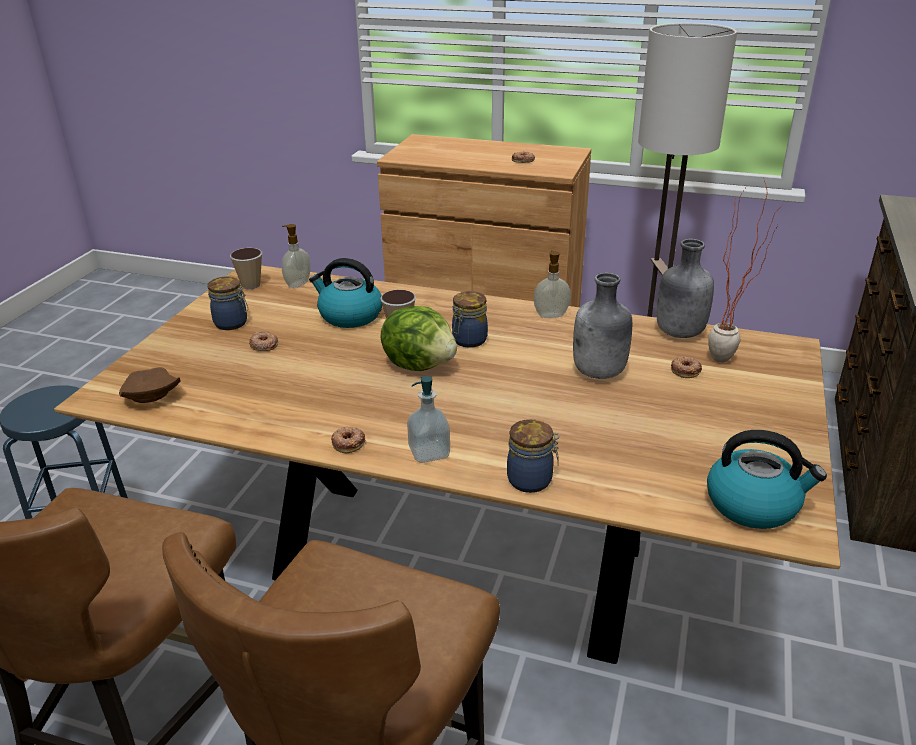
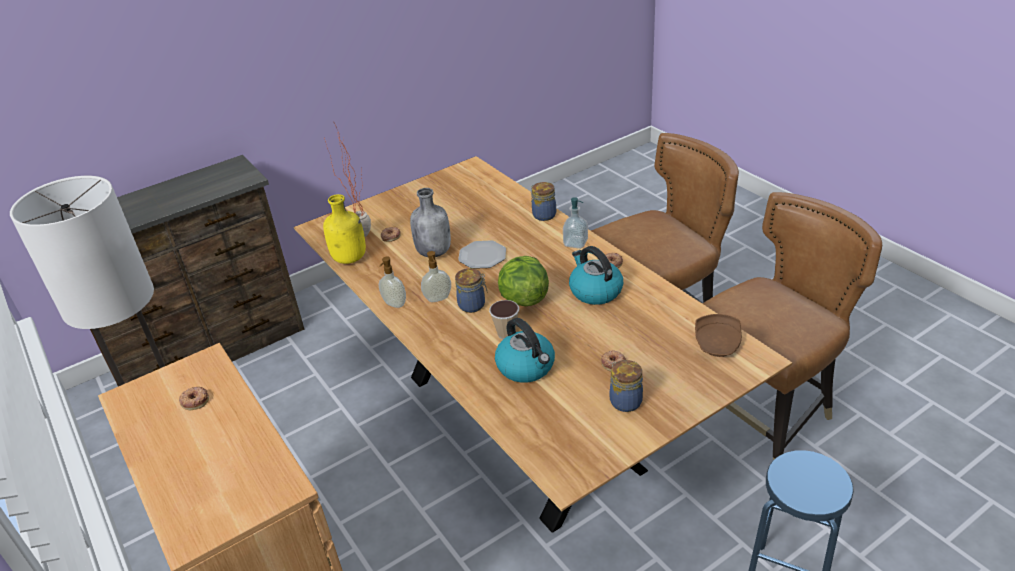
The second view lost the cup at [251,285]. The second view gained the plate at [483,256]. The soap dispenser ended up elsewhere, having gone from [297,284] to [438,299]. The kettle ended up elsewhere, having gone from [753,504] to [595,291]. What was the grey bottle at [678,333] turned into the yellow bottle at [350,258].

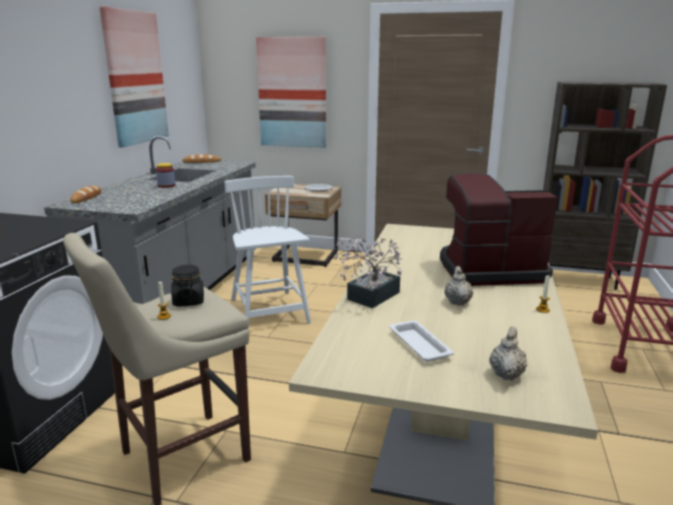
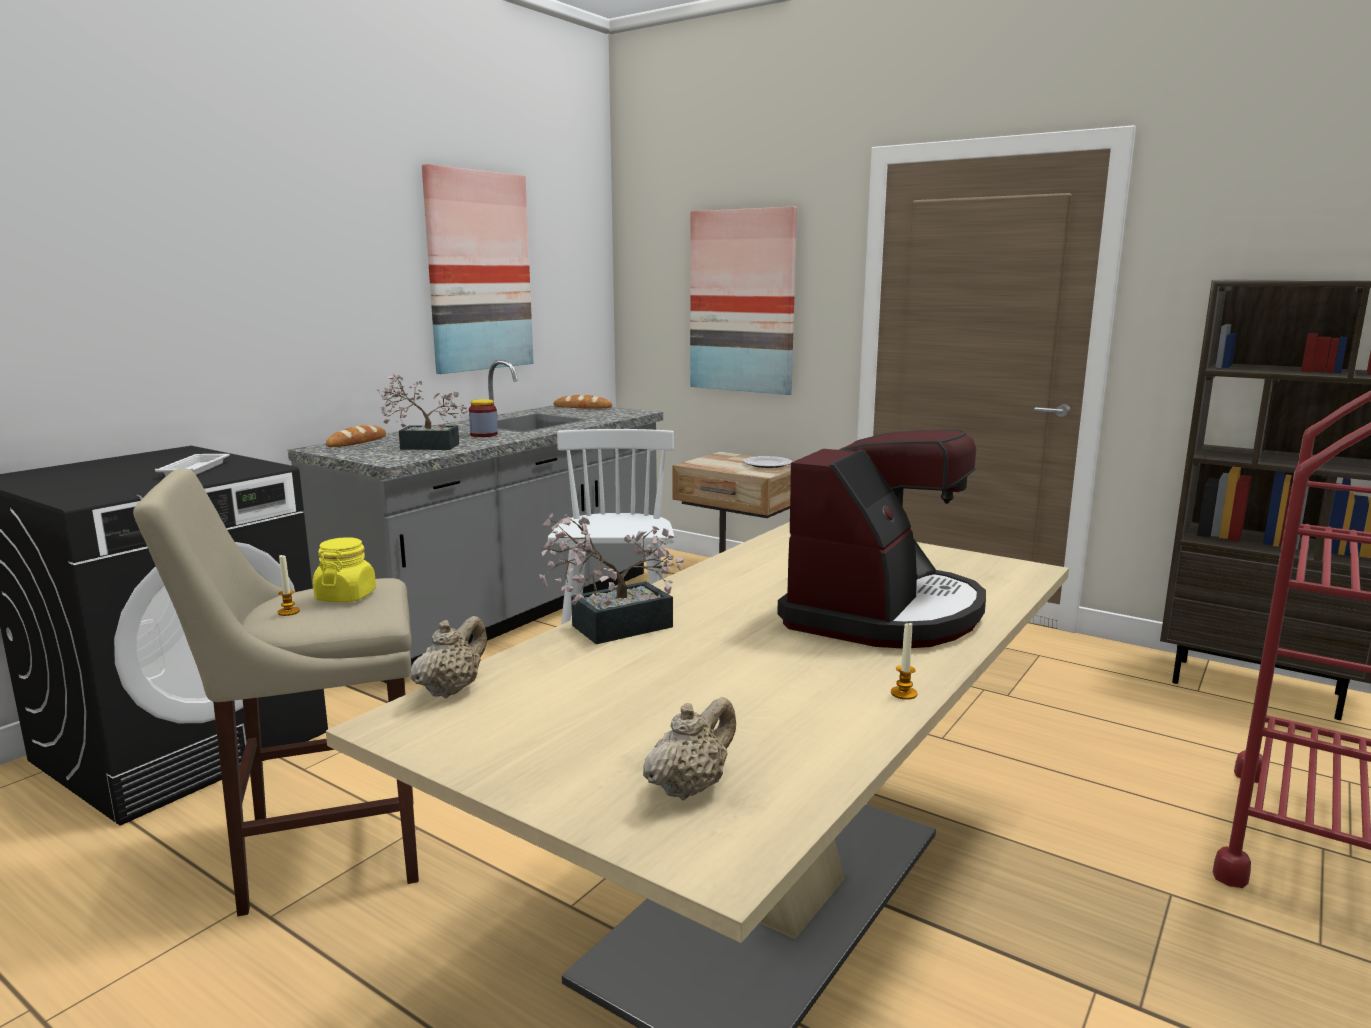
The second view gained the potted plant at [423,446]. The white tray ended up elsewhere, having gone from [418,344] to [196,469]. The beige teapot ended up elsewhere, having gone from [457,302] to [451,690]. What was the black jar at [188,301] turned into the yellow jar at [346,596]. The coffee machine at [488,270] ended up facing another way, 105 degrees clockwise from before.

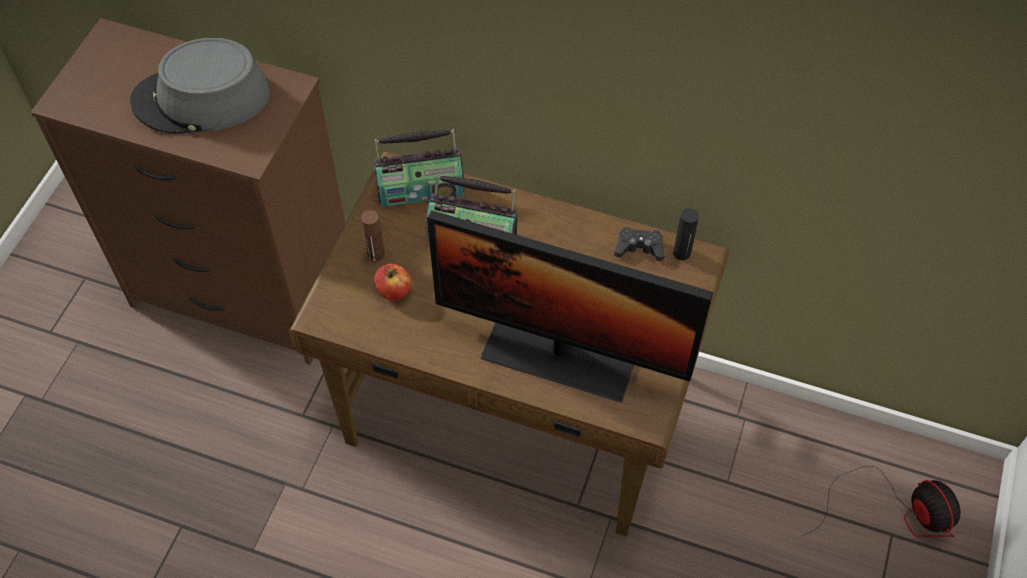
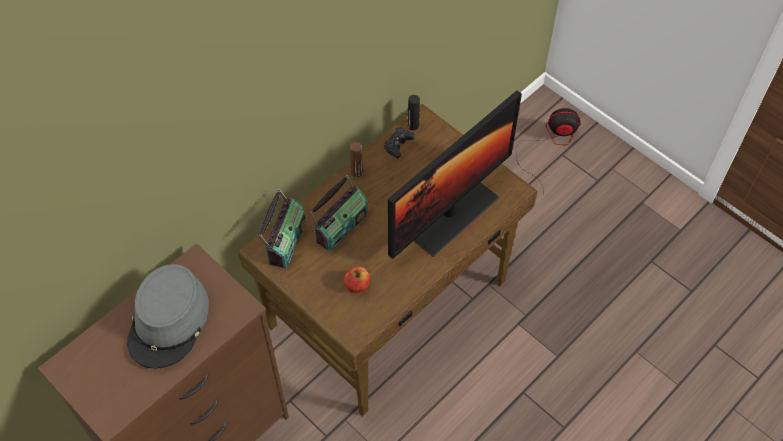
The brown bottle ended up elsewhere, having gone from [376,254] to [356,172].

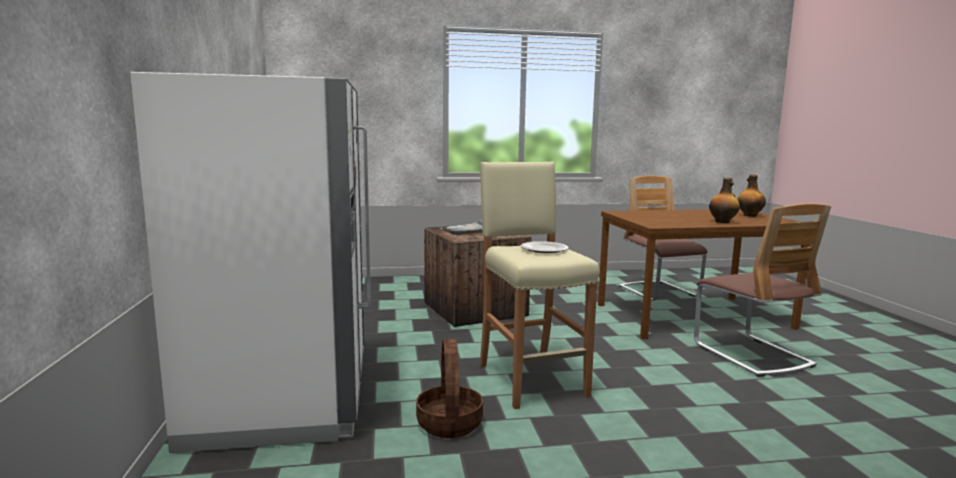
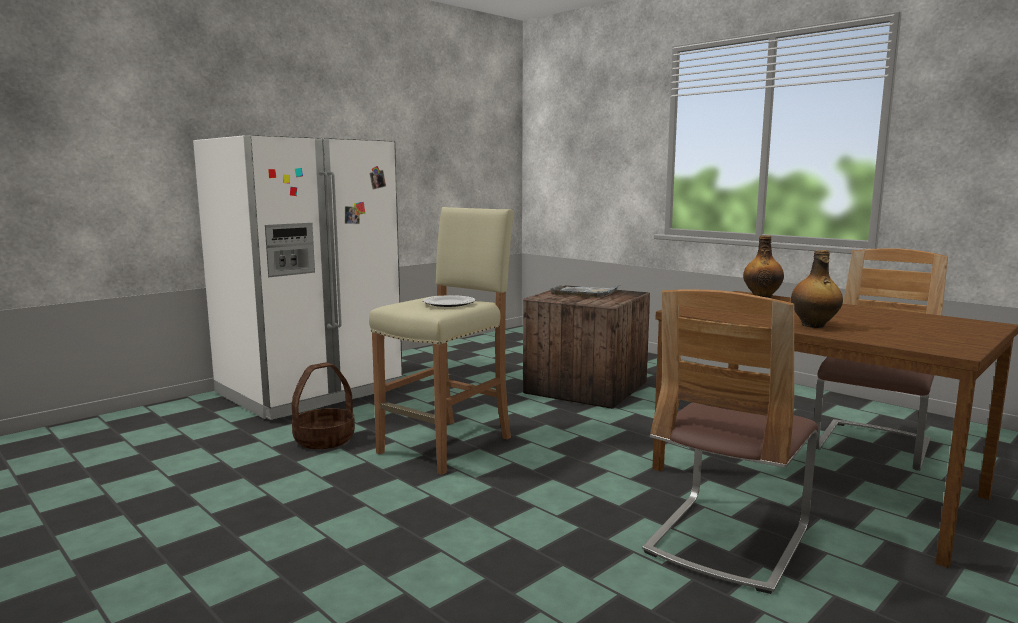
The bottle ended up elsewhere, having gone from [749,215] to [762,297].

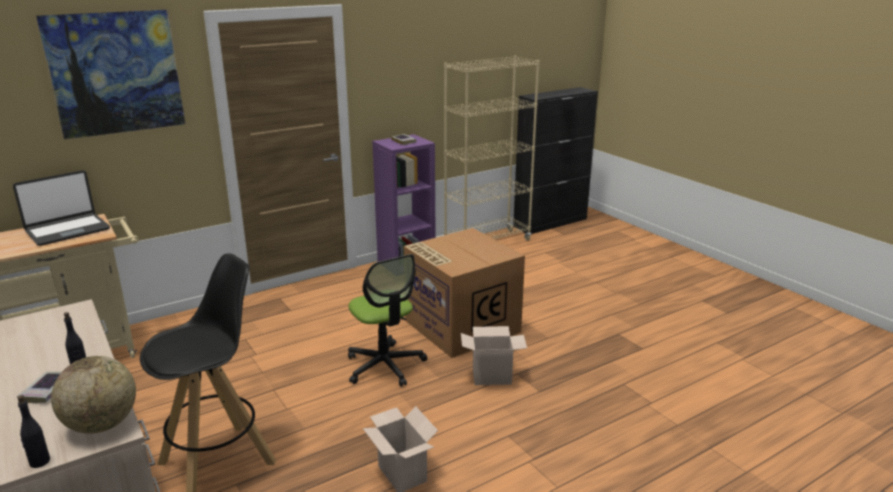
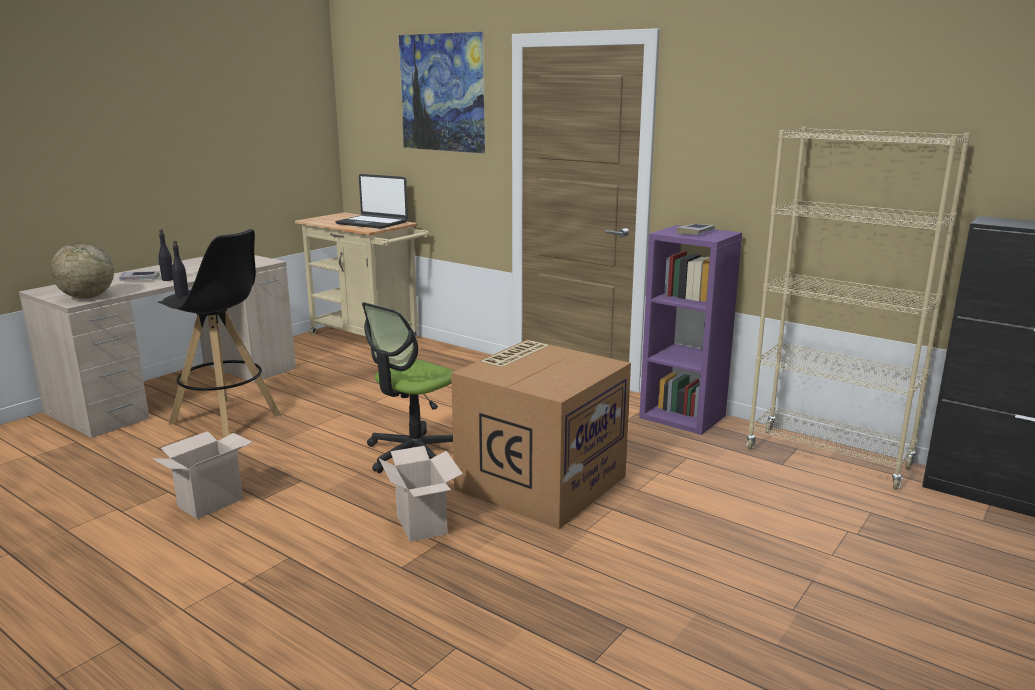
The black bottle ended up elsewhere, having gone from [39,462] to [182,294].

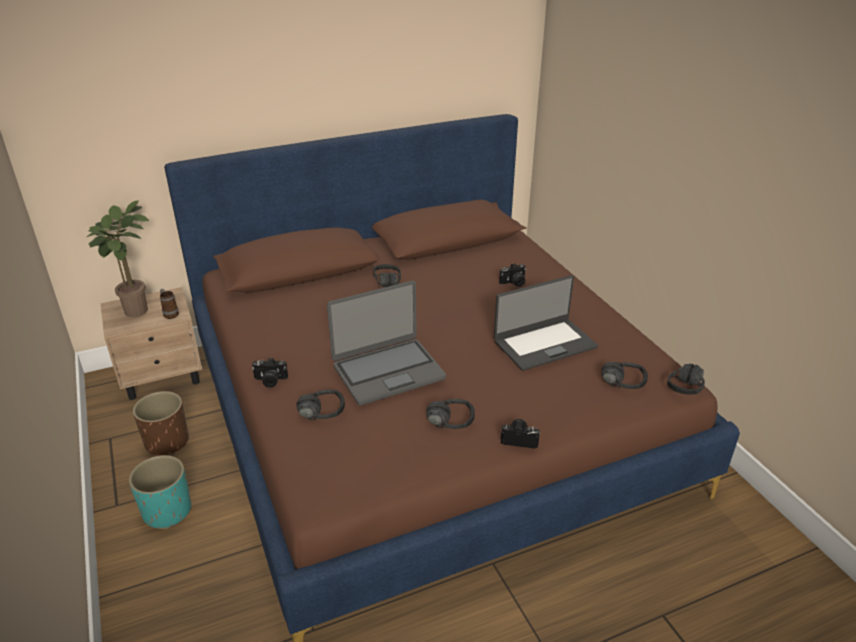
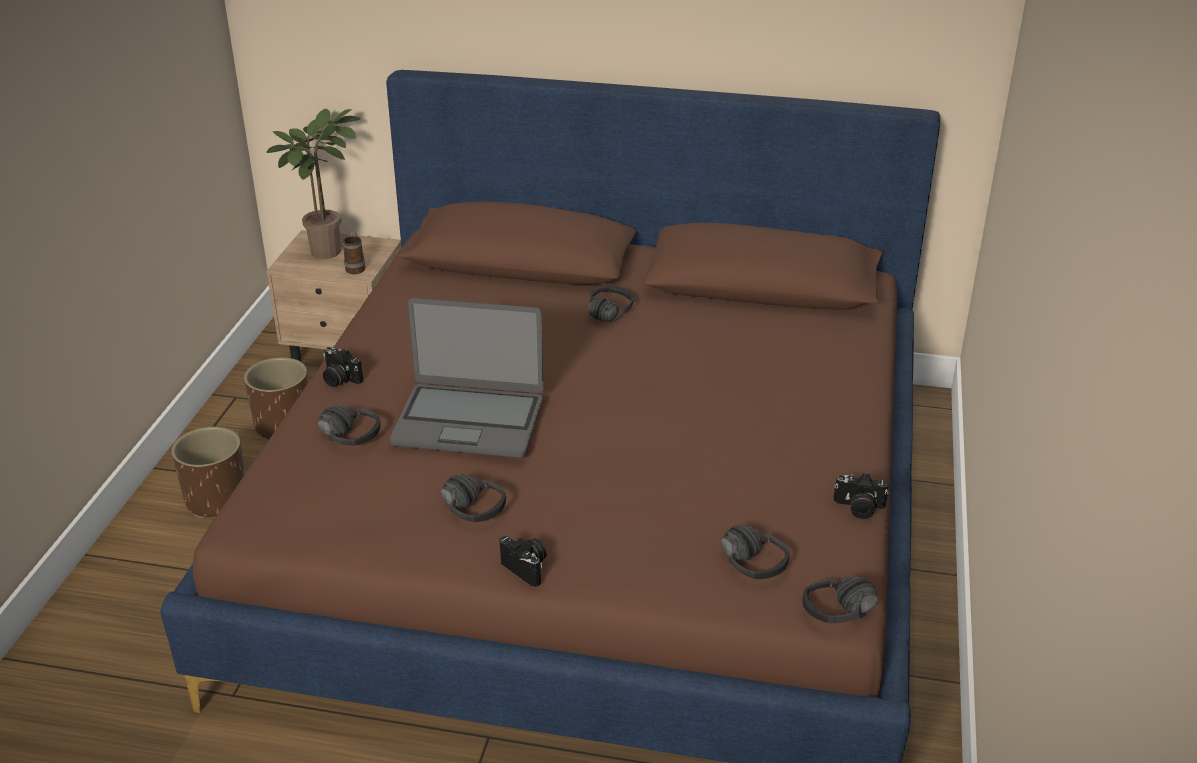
The second view lost the laptop at [544,343]. The photo camera ended up elsewhere, having gone from [514,283] to [858,508]. What was the turquoise planter at [167,511] turned into the brown planter at [217,500].

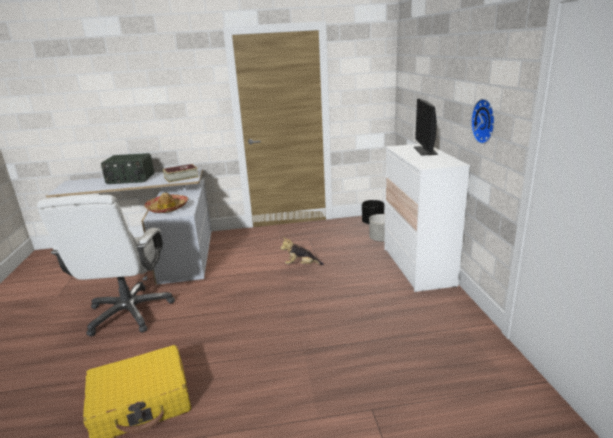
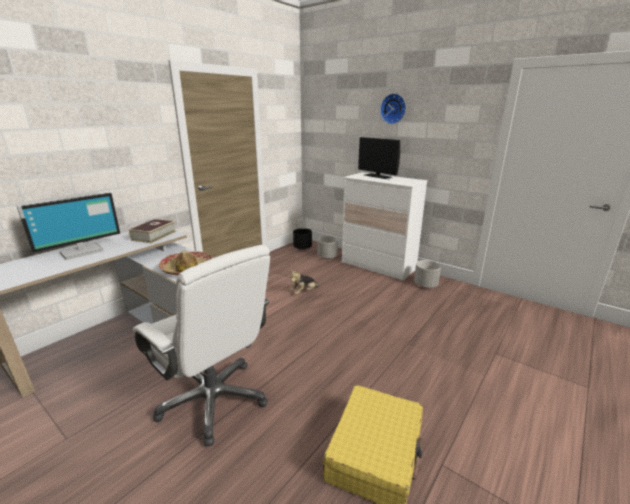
The second view gained the grey planter at [425,285]. The wall clock ended up elsewhere, having gone from [485,121] to [393,109]. Where the radio stood at [130,179], the monitor came to stand at [81,251].

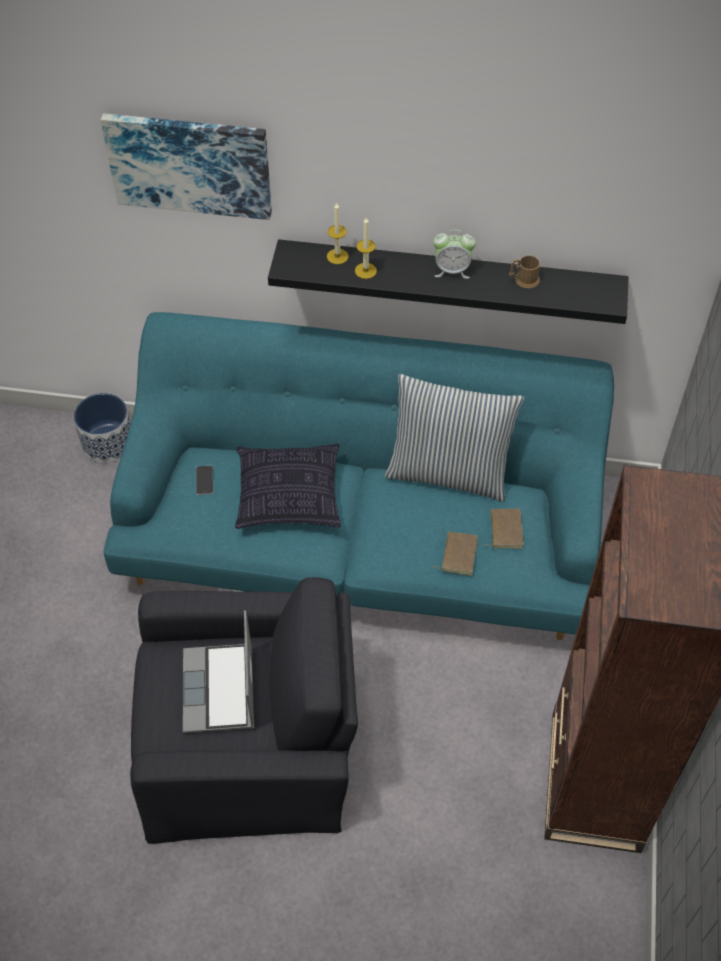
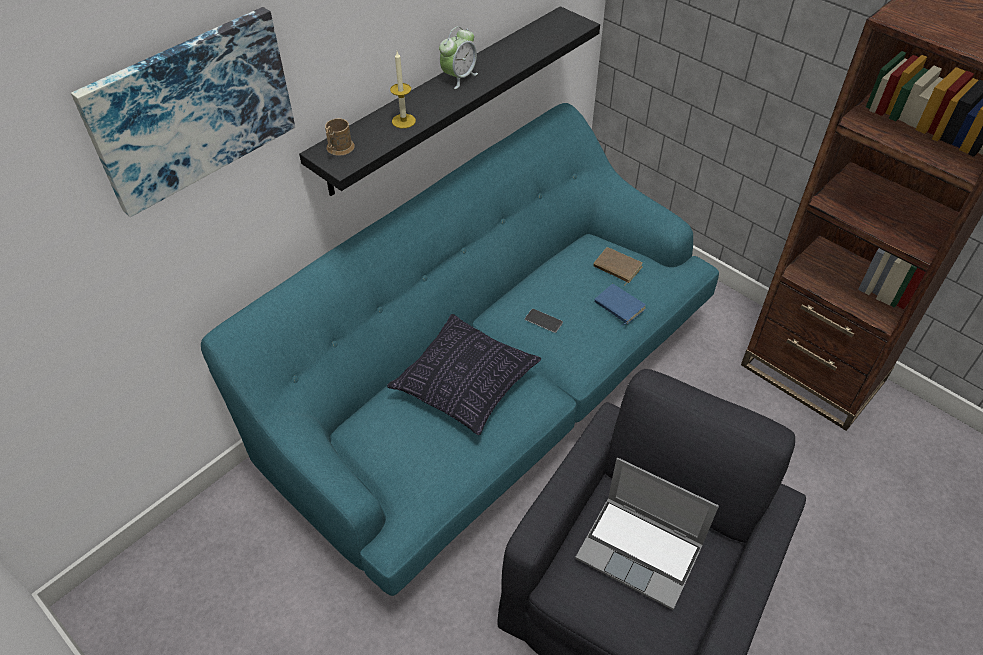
The second view lost the planter at [108,442]. The second view lost the candle at [337,256]. The second view lost the pillow at [448,473]. The phone ended up elsewhere, having gone from [204,480] to [543,321]. The brown mug ended up elsewhere, having gone from [523,280] to [338,149]. What was the brown book at [457,554] turned into the blue book at [618,306].

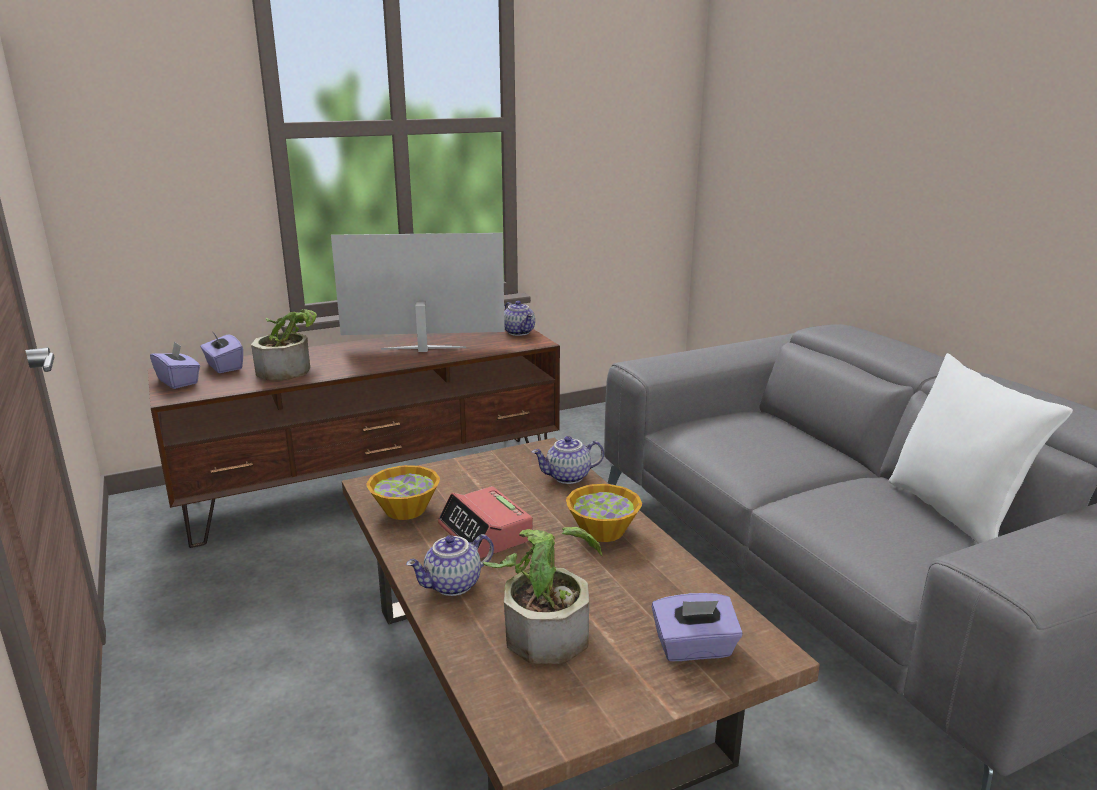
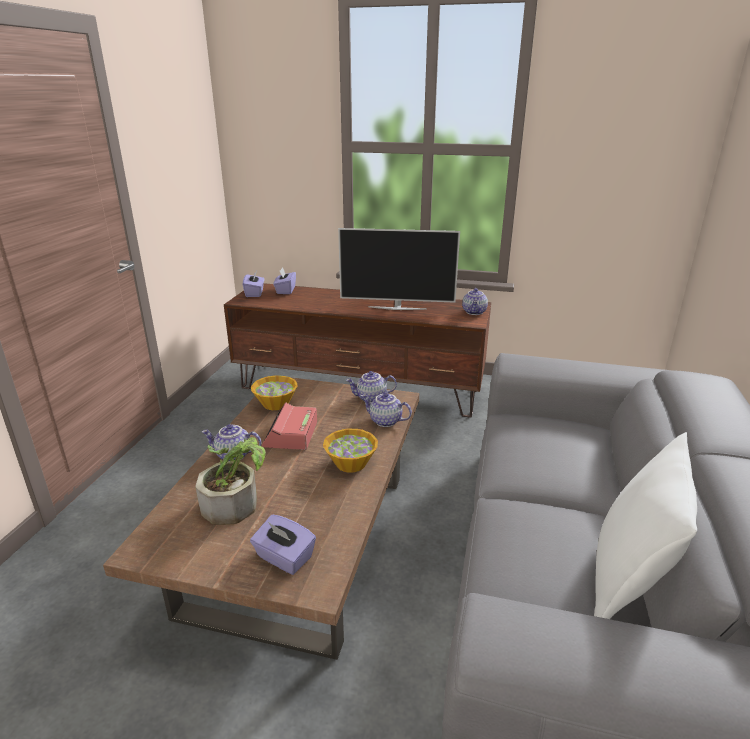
The second view lost the potted plant at [290,369]. The second view gained the teapot at [371,398]. The television at [423,349] ended up facing another way, 150 degrees clockwise from before.

